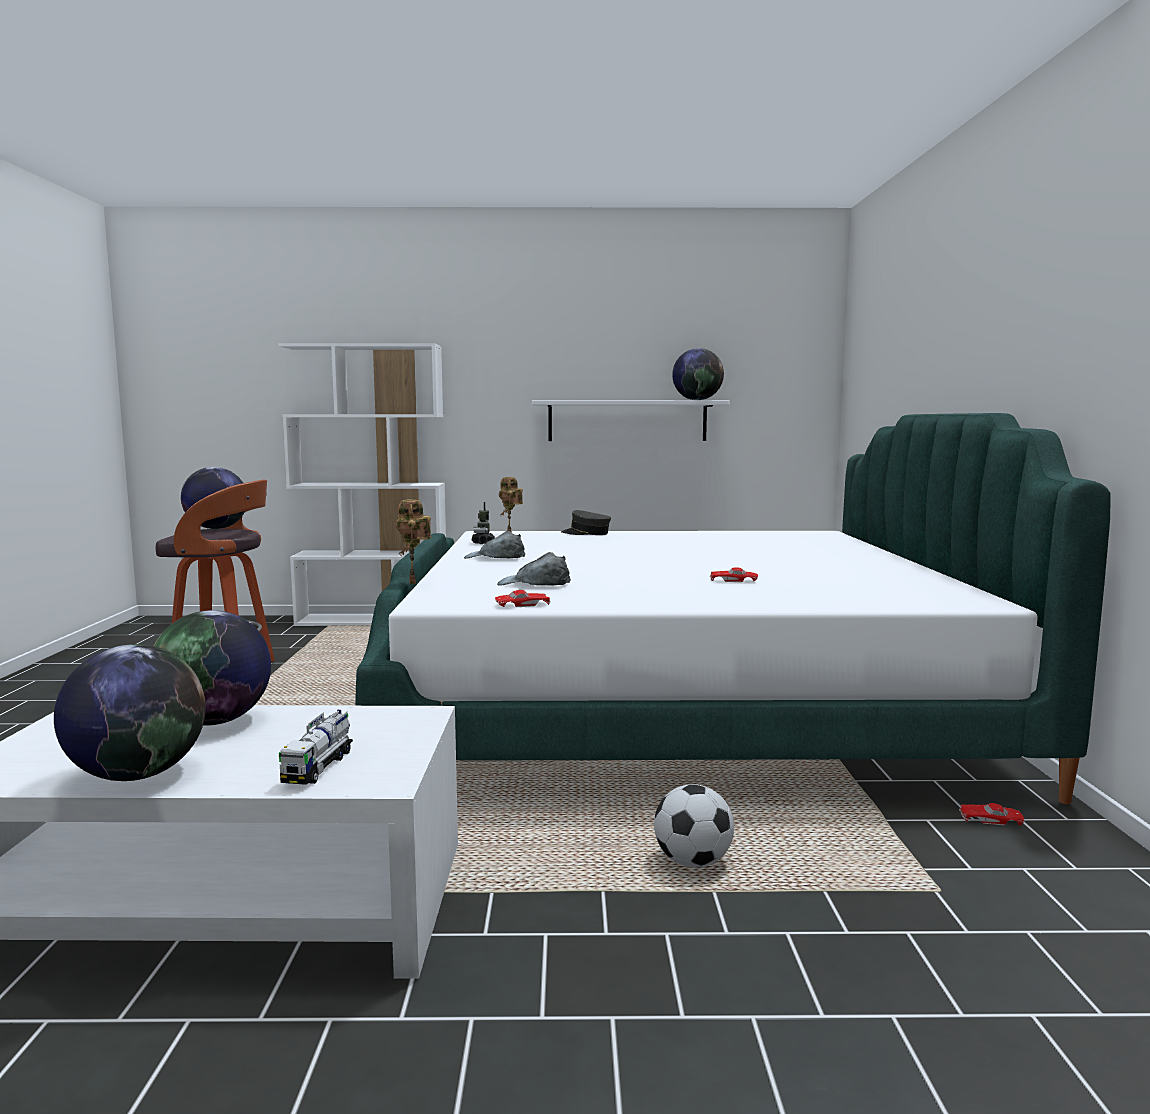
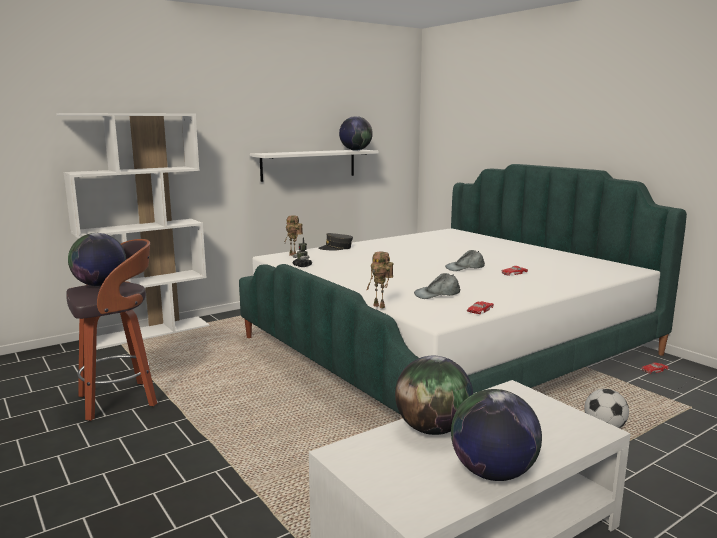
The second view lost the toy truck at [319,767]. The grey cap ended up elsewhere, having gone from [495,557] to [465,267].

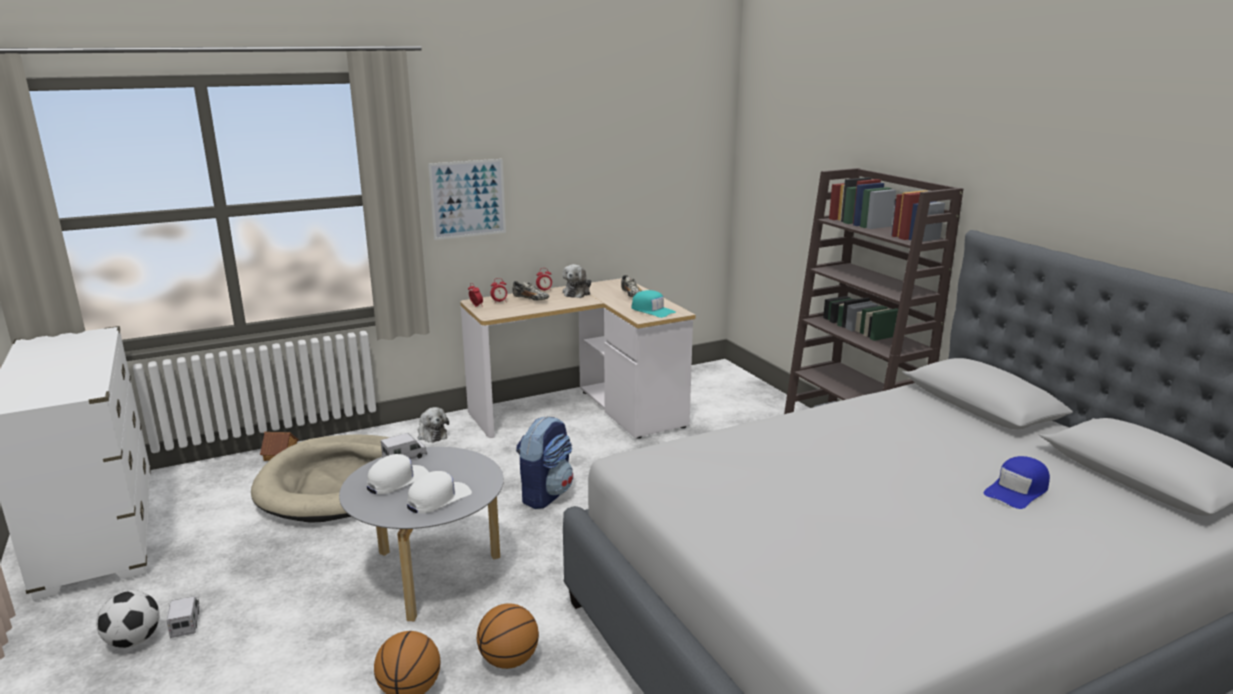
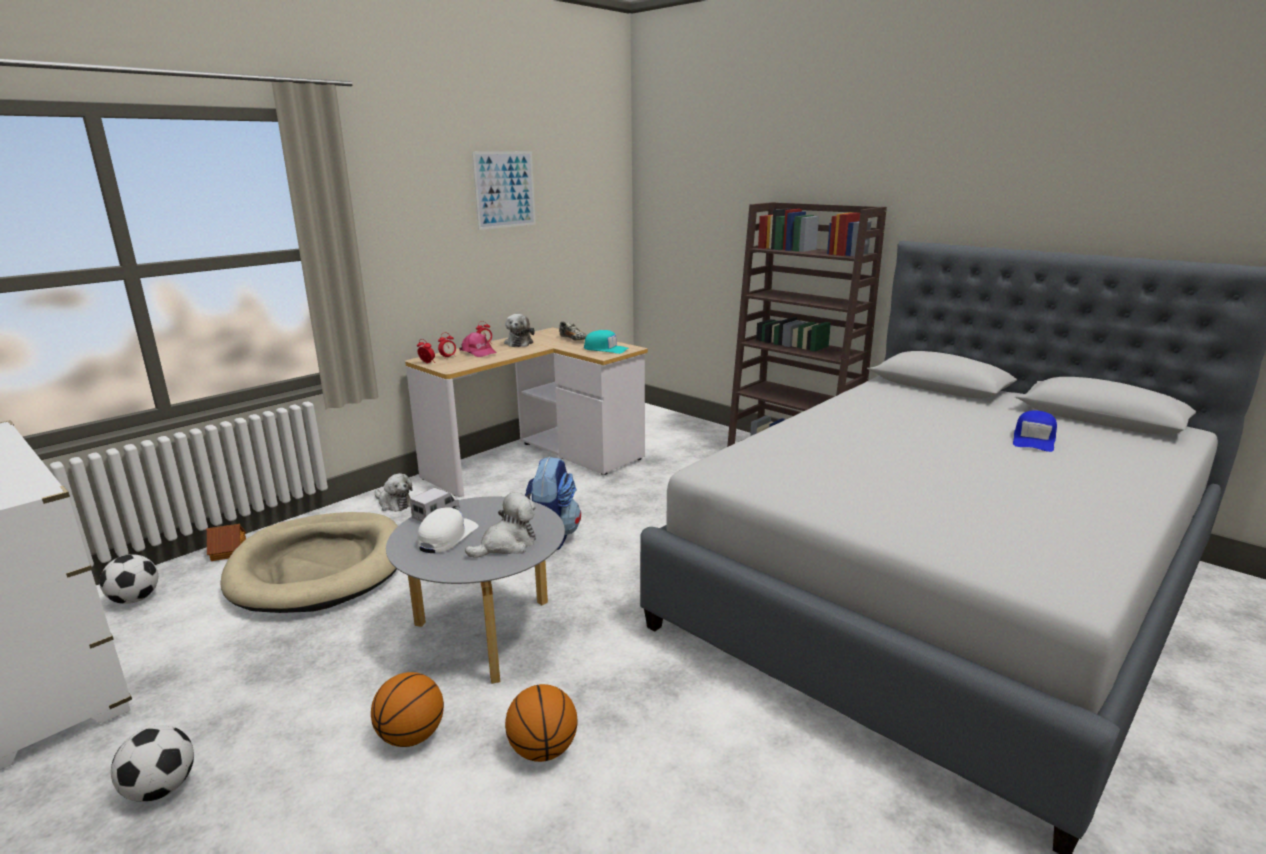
The second view lost the toy truck at [186,623]. The second view gained the football at [135,599]. The picture ended up elsewhere, having gone from [468,199] to [505,189]. The basketball ended up elsewhere, having gone from [509,660] to [412,736]. Where the white cap stood at [438,498], the plush toy came to stand at [507,545]. Where the shoe stood at [531,299], the pink cap came to stand at [478,352].

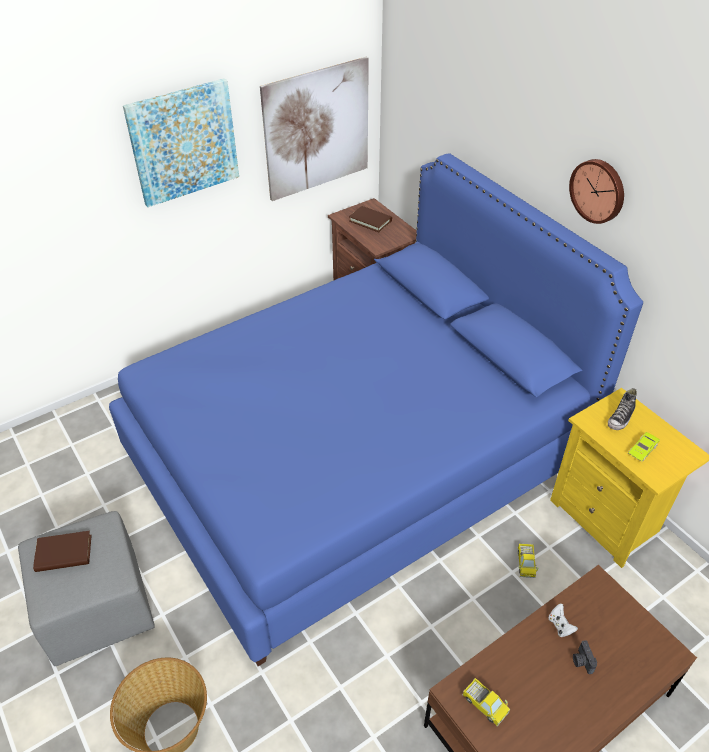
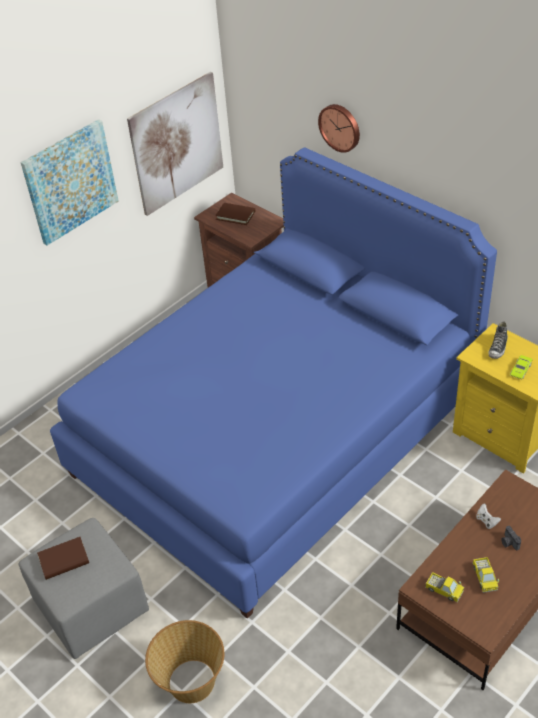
The toy truck ended up elsewhere, having gone from [525,563] to [484,578]. The wall clock ended up elsewhere, having gone from [598,190] to [340,127].

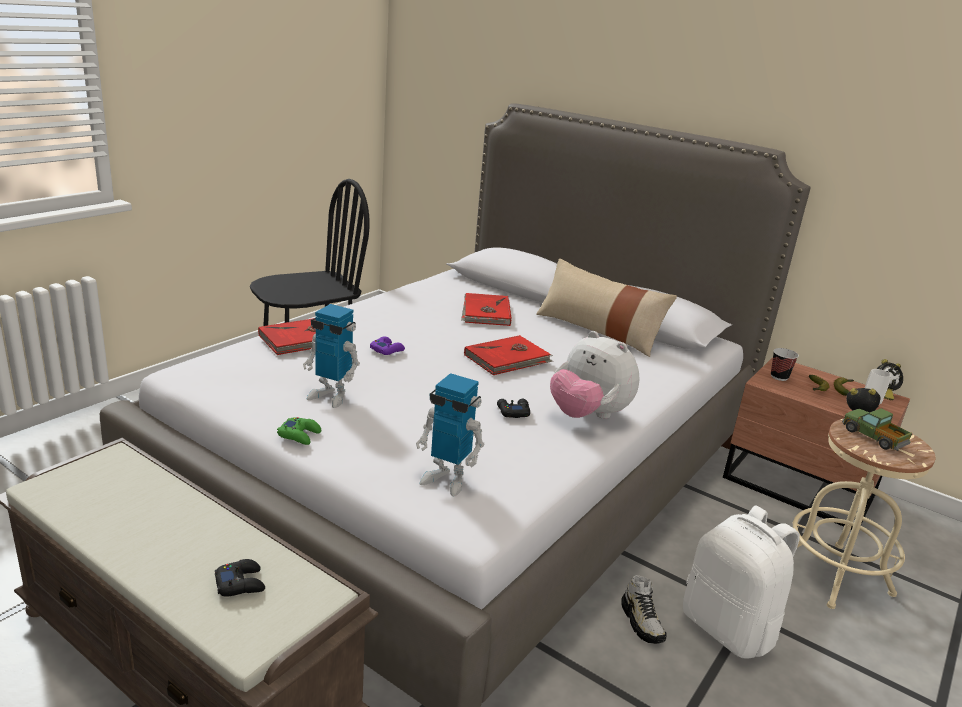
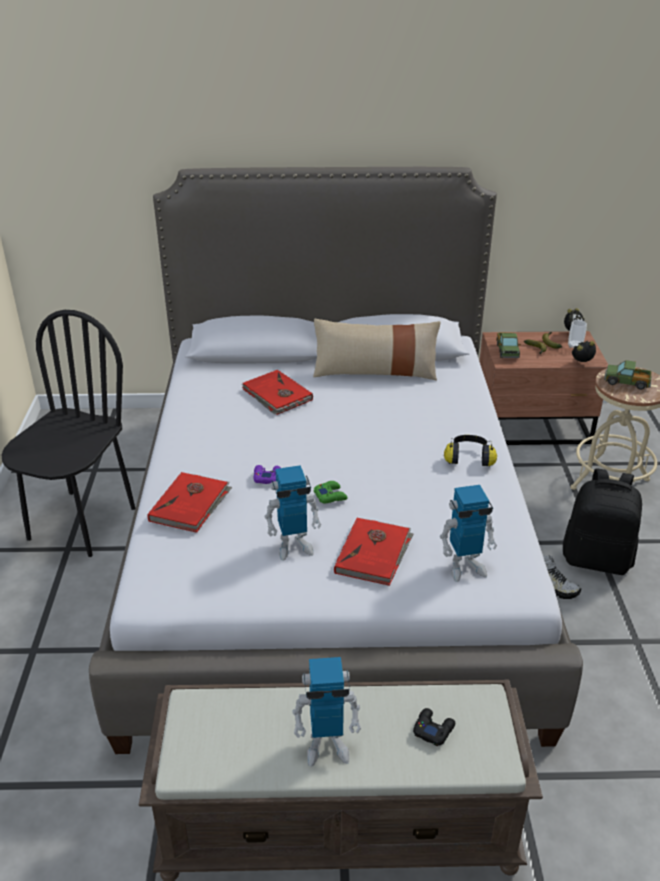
The second view lost the black game controller at [513,412]. The second view gained the toy robot at [327,745]. The green game controller ended up elsewhere, having gone from [299,435] to [330,496]. The red book ended up elsewhere, having gone from [508,359] to [374,553]. Where the plush toy stood at [588,415], the headphones came to stand at [469,458]. Where the cup stood at [779,377], the toy truck came to stand at [507,351]. What was the white backpack at [729,628] turned into the black backpack at [597,559].

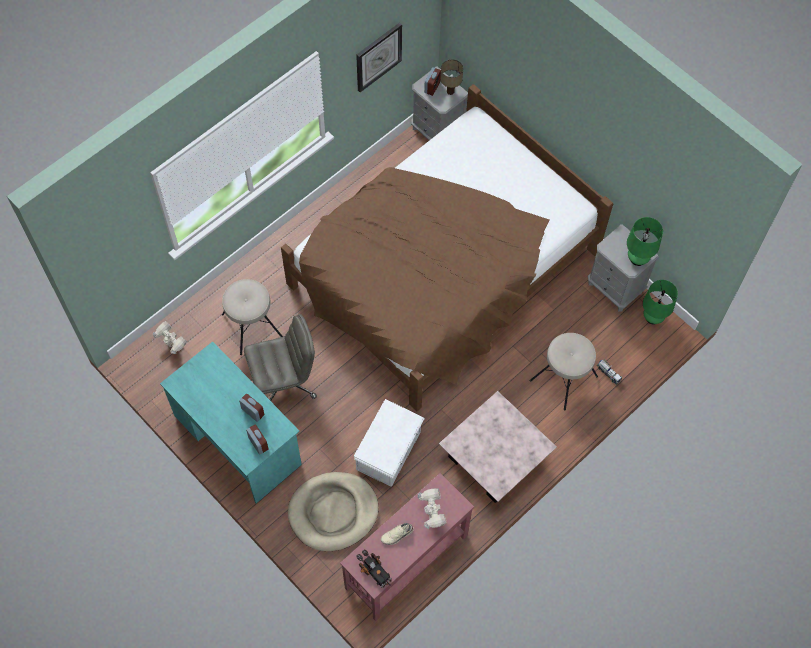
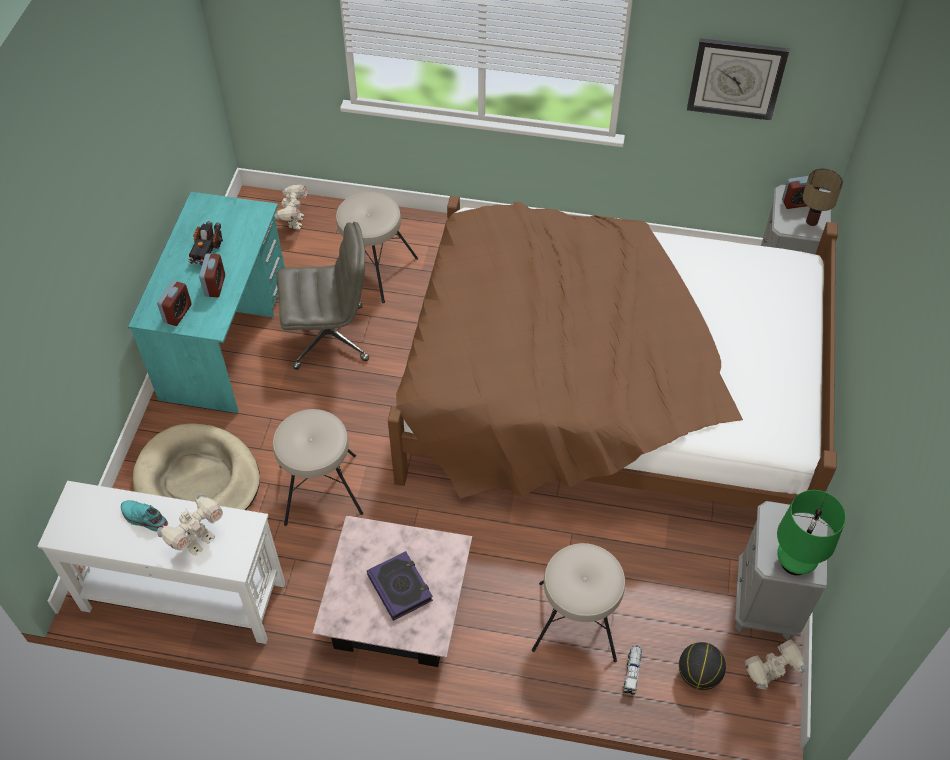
The second view gained the book at [400,587]. The second view gained the basketball at [698,675]. The toy truck ended up elsewhere, having gone from [374,571] to [206,250]. Where the white storage box stood at [389,451], the beige stool came to stand at [320,488]. Where the green table lamp stood at [653,317], the toy robot came to stand at [767,678]. What was the red console table at [406,561] turned into the white console table at [183,595]. What was the beige shoe at [397,535] turned into the turquoise shoe at [144,519]. The grey office chair at [284,381] ended up facing another way, 45 degrees counterclockwise from before.

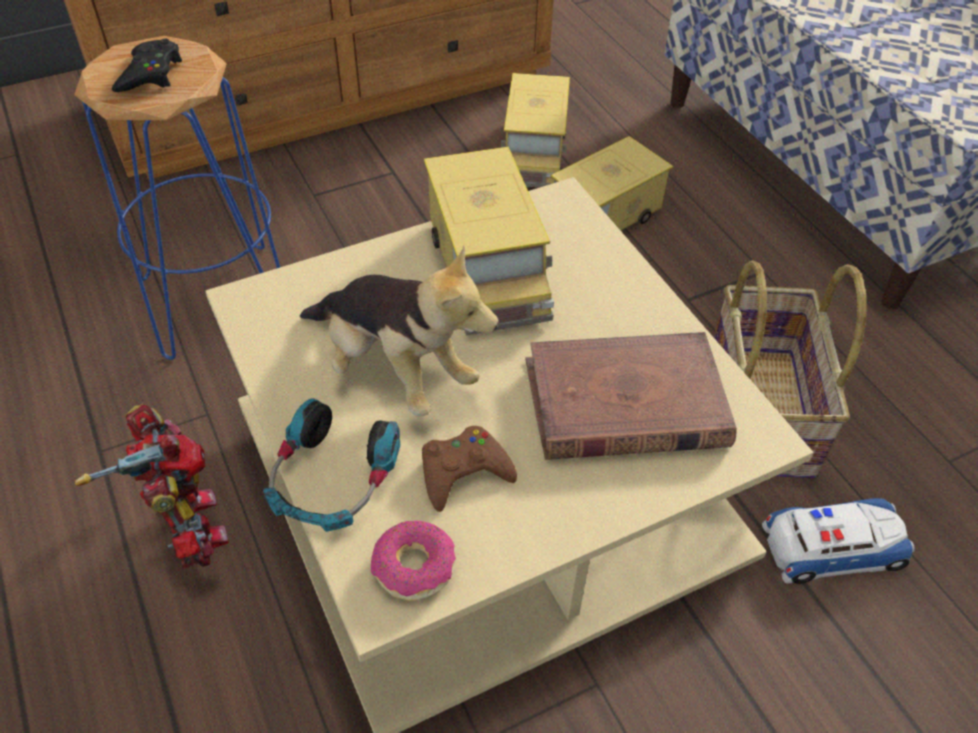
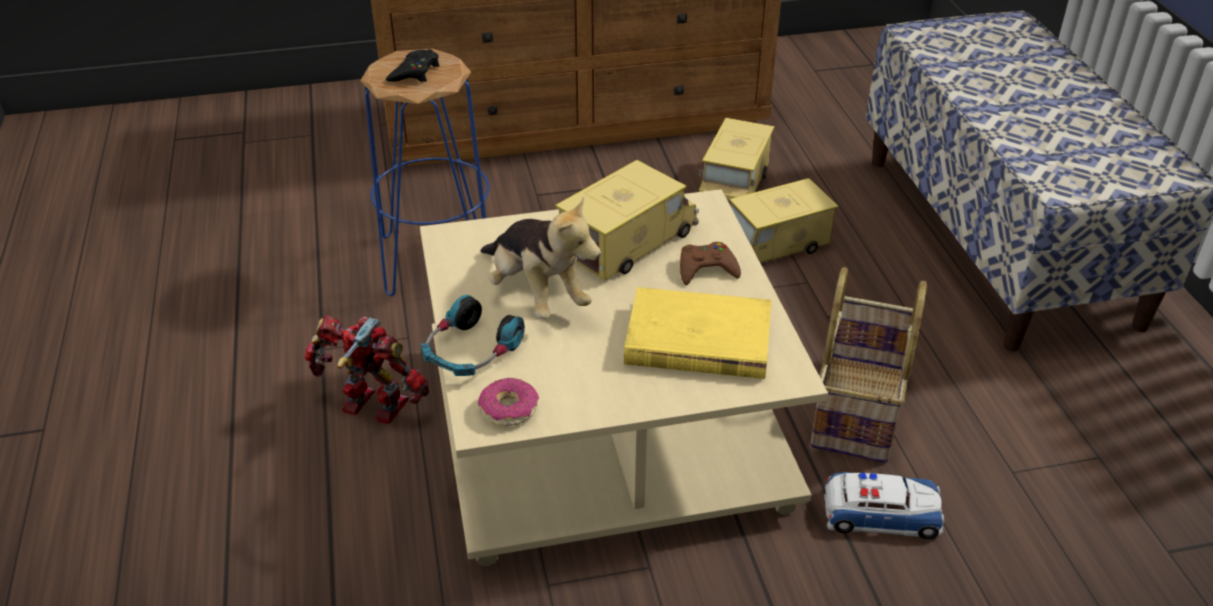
The brown game controller ended up elsewhere, having gone from [463,472] to [706,269]. What was the brown book at [624,404] turned into the yellow book at [696,340]. The toy robot at [188,527] ended up facing another way, 60 degrees counterclockwise from before. The toy truck at [487,270] ended up facing another way, 135 degrees counterclockwise from before.

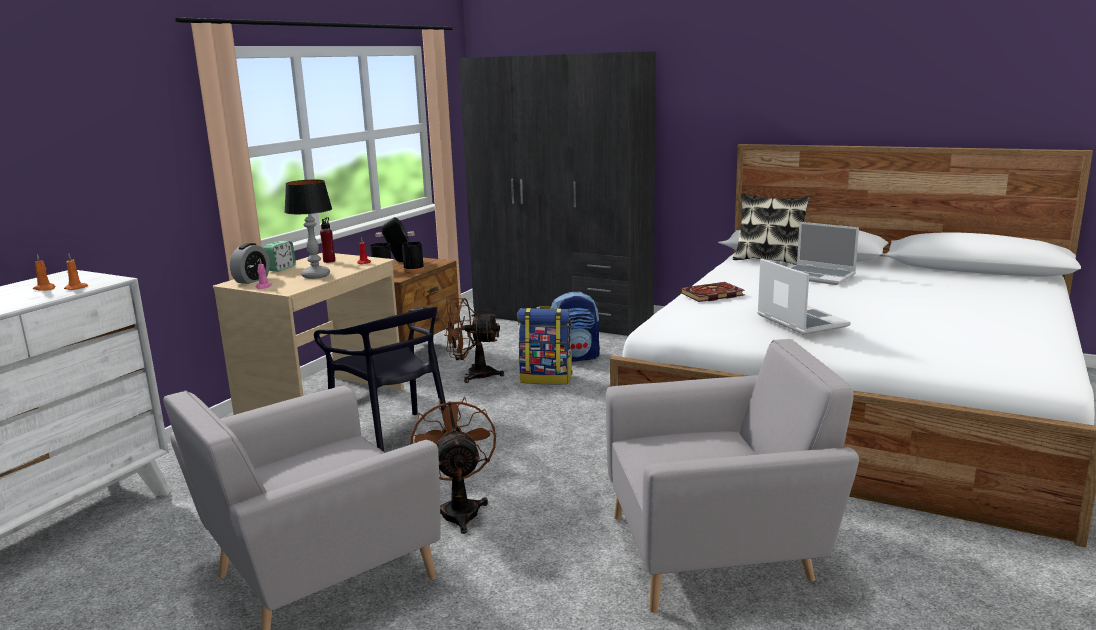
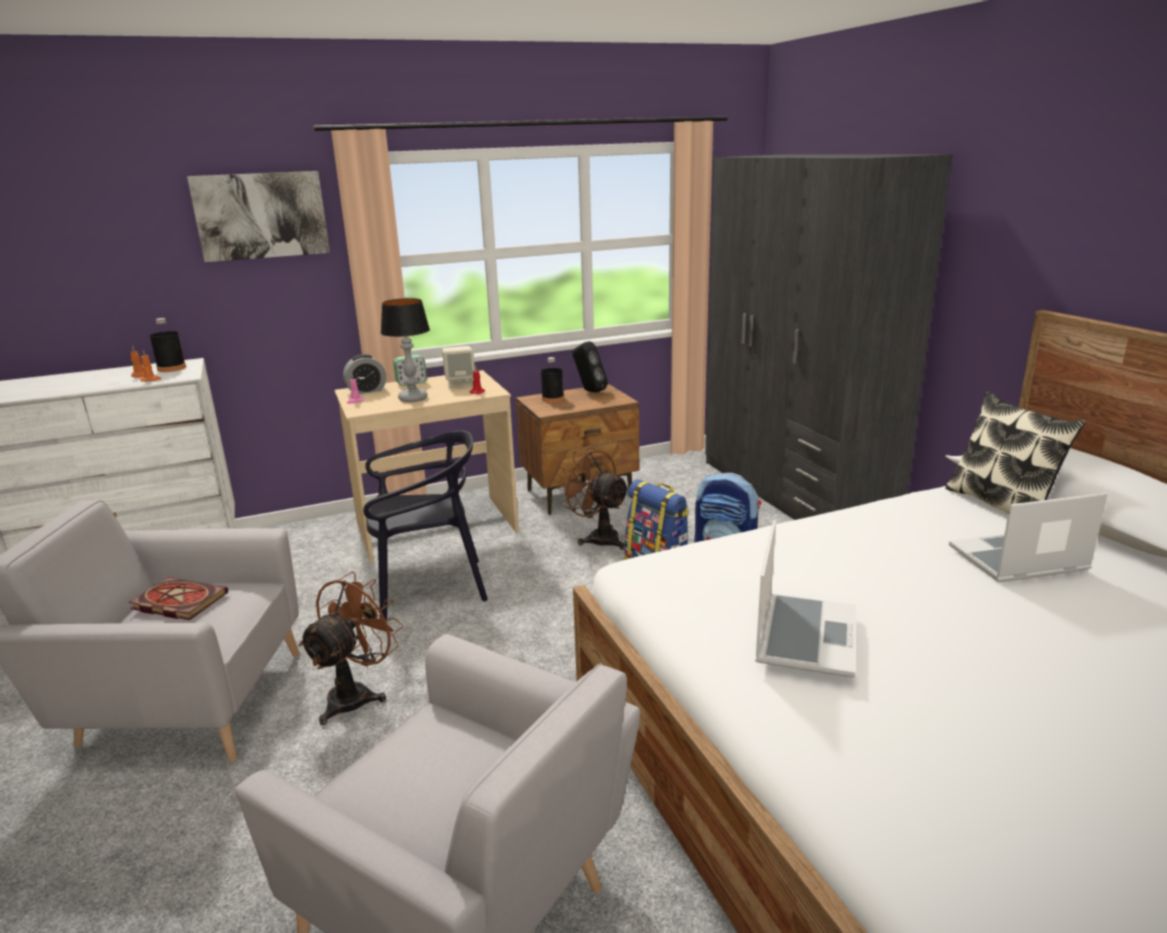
The second view gained the picture at [261,215]. The black bottle ended up elsewhere, having gone from [414,270] to [171,368]. The book ended up elsewhere, having gone from [711,295] to [177,602]. Where the red bottle stood at [329,261], the beige speaker came to stand at [460,383]. The black chair at [394,440] ended up facing another way, 105 degrees counterclockwise from before. The laptop at [818,276] ended up facing another way, 90 degrees clockwise from before.

